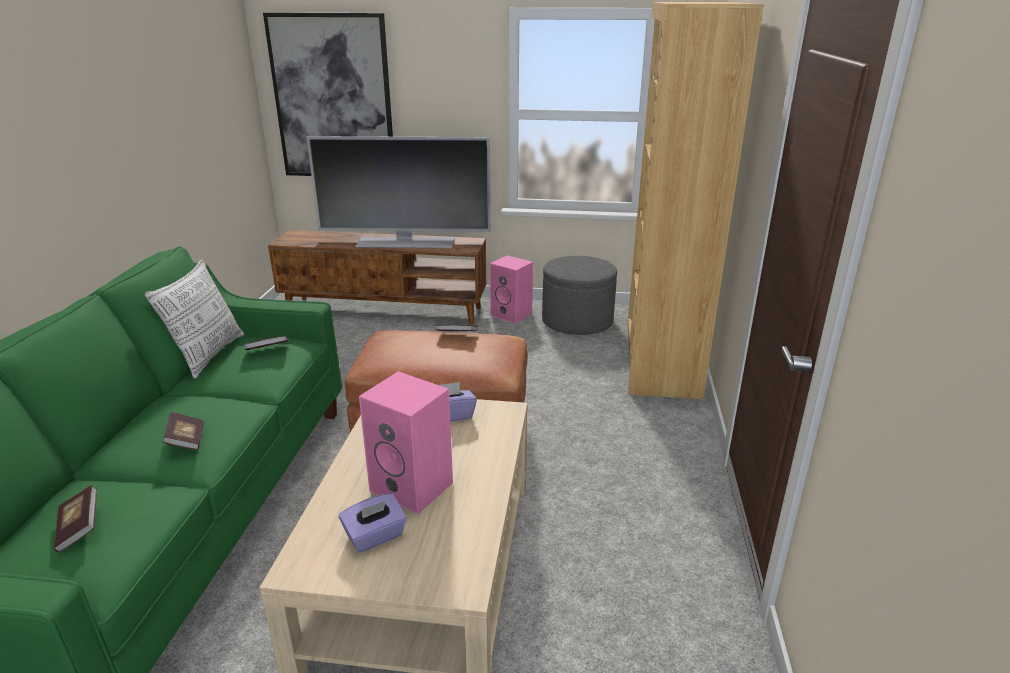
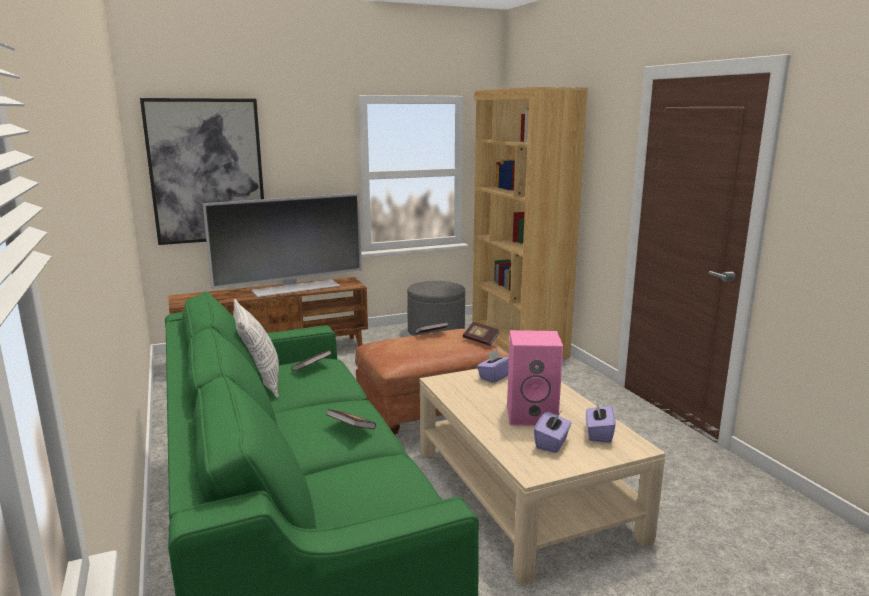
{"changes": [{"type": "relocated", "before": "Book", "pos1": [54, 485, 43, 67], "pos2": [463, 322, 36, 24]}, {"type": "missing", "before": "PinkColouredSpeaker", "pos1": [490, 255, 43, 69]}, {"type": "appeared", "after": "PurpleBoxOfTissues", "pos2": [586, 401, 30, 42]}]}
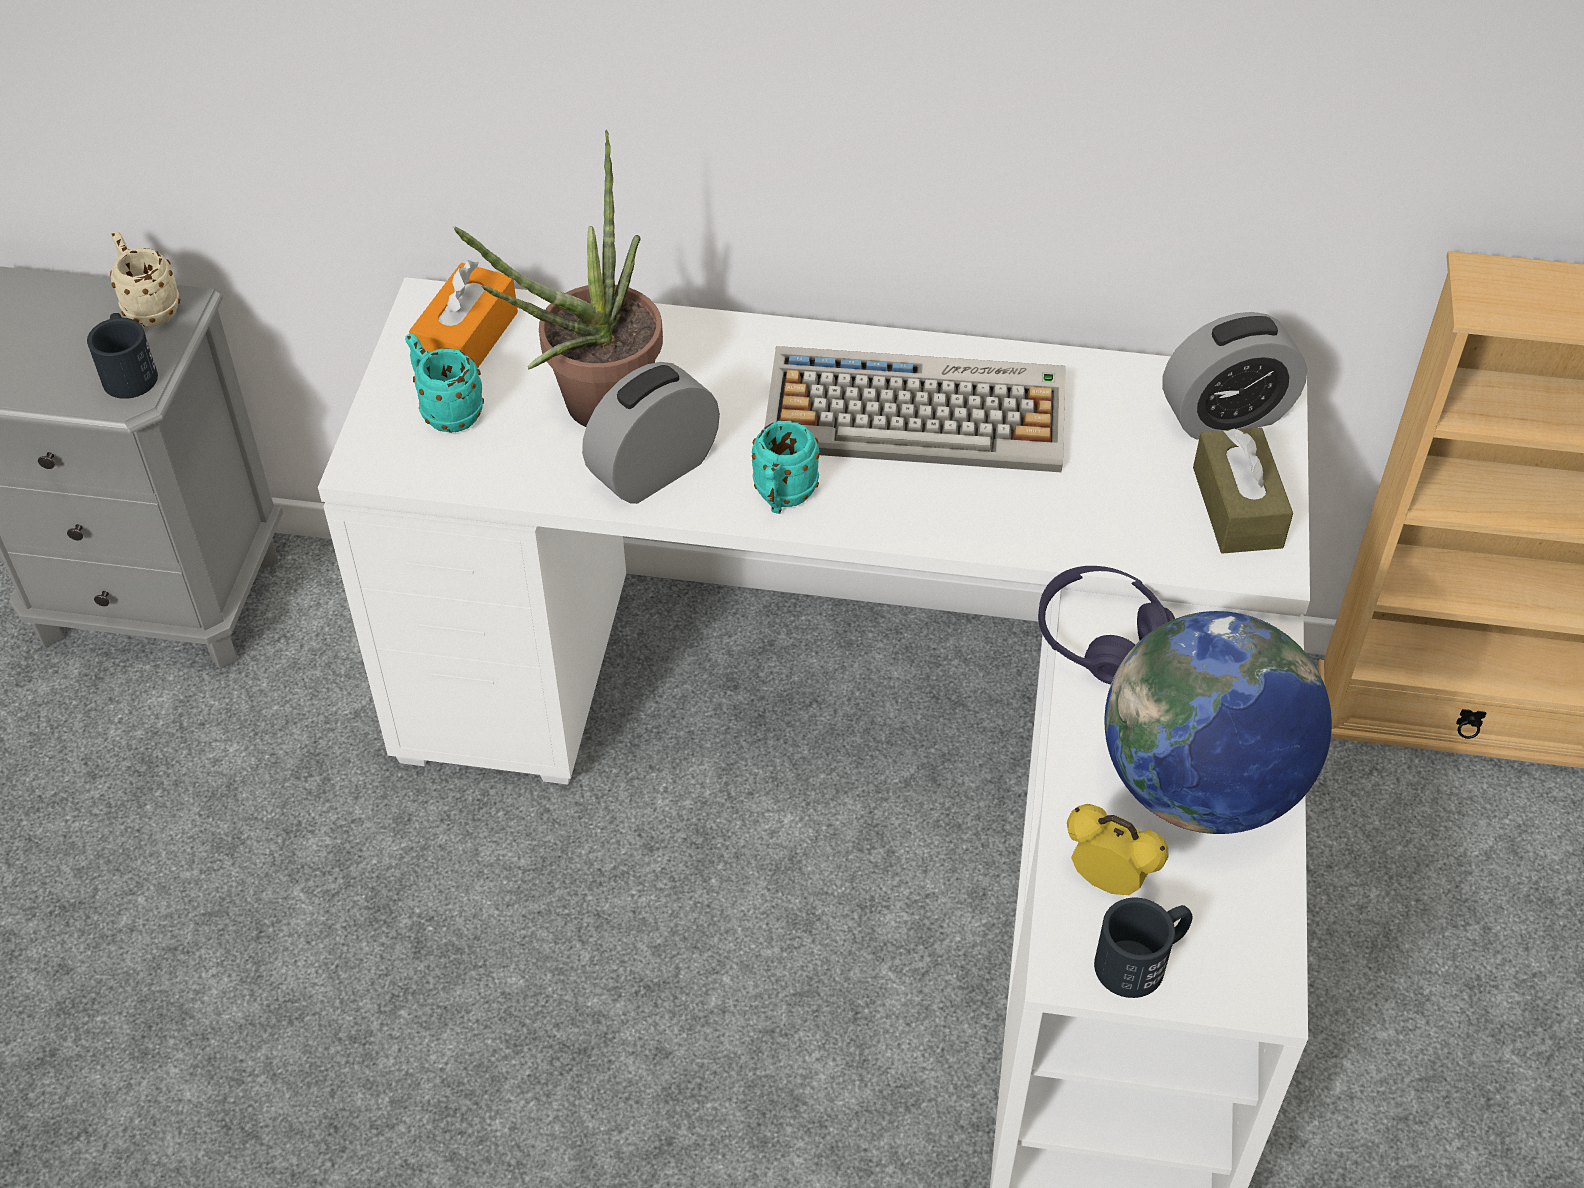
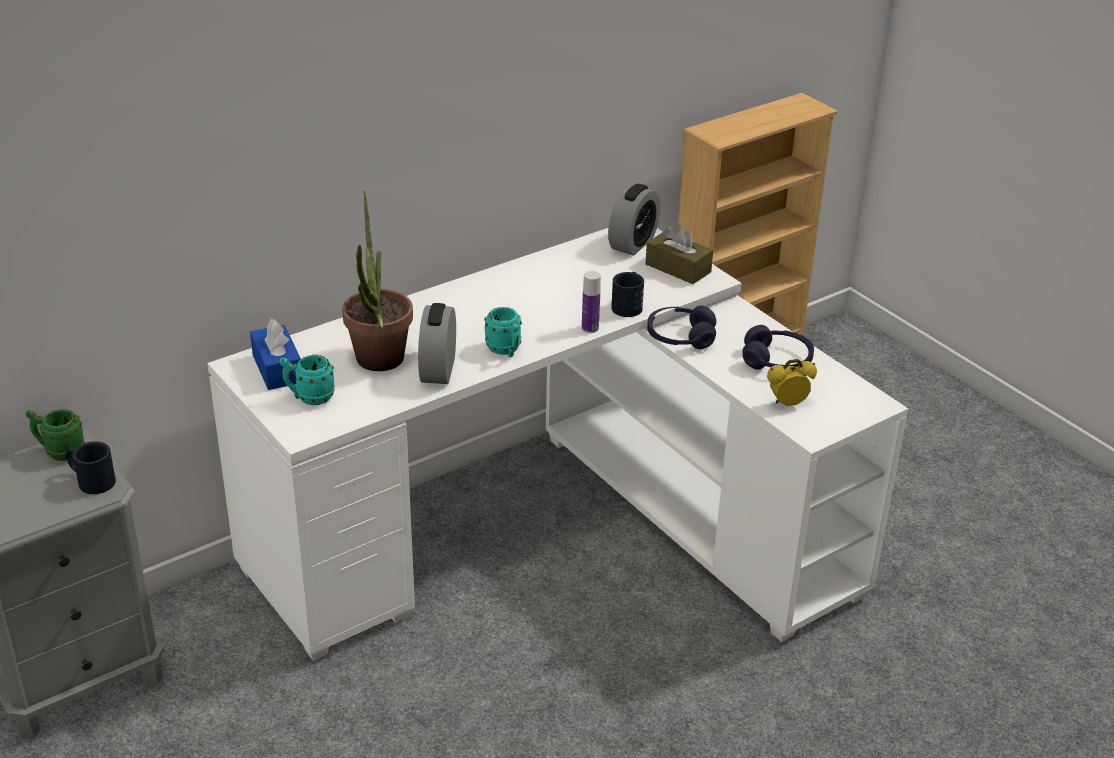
{"changes": [{"type": "colour", "before": "BeigeTeaMug", "after": "GreenColouredTeaMug", "pos1": [110, 231, 70, 96], "pos2": [26, 409, 59, 52]}, {"type": "colour", "before": "OrangeyBoxOfTissues", "after": "BluishBoxOfTissues", "pos1": [409, 260, 109, 108], "pos2": [250, 318, 51, 72]}, {"type": "missing", "before": "PcKeyboard", "pos1": [765, 346, 301, 126]}, {"type": "relocated", "before": "BlackTeaMug", "pos1": [1094, 898, 99, 100], "pos2": [611, 272, 33, 45]}, {"type": "exchanged", "before": "Globe", "after": "PurpleHeadset", "pos1": [1105, 611, 227, 223], "pos2": [742, 325, 72, 45]}, {"type": "appeared", "after": "Bottle", "pos2": [582, 271, 19, 62]}]}
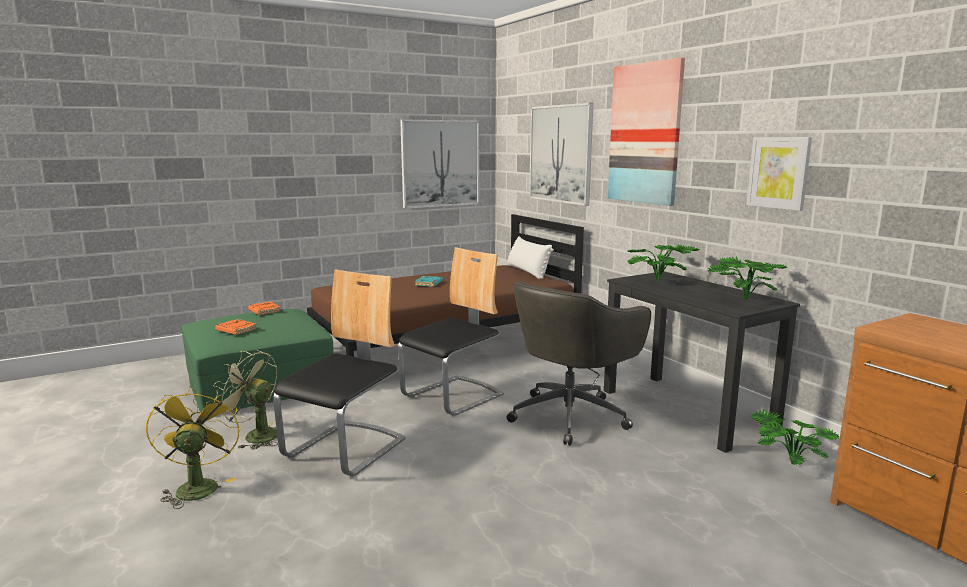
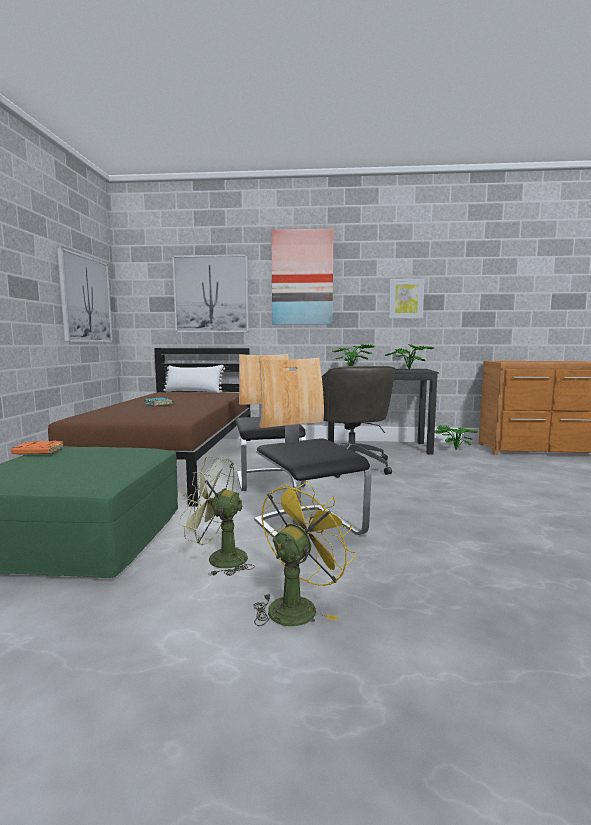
{"changes": [{"type": "spun", "before": "YellowElectricFan", "pos1": [146, 386, 94, 123], "pos2": [253, 481, 103, 145], "turn": 105}, {"type": "spun", "before": "GreenColouredElectricFan", "pos1": [213, 350, 65, 100], "pos2": [179, 457, 76, 119], "turn": 45}, {"type": "missing", "before": "OrangeyBook", "pos1": [215, 319, 42, 16]}]}
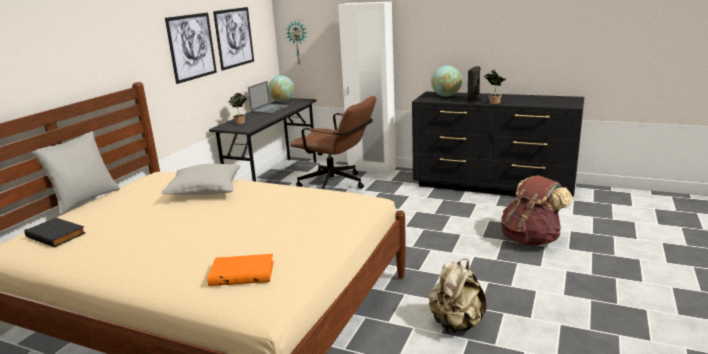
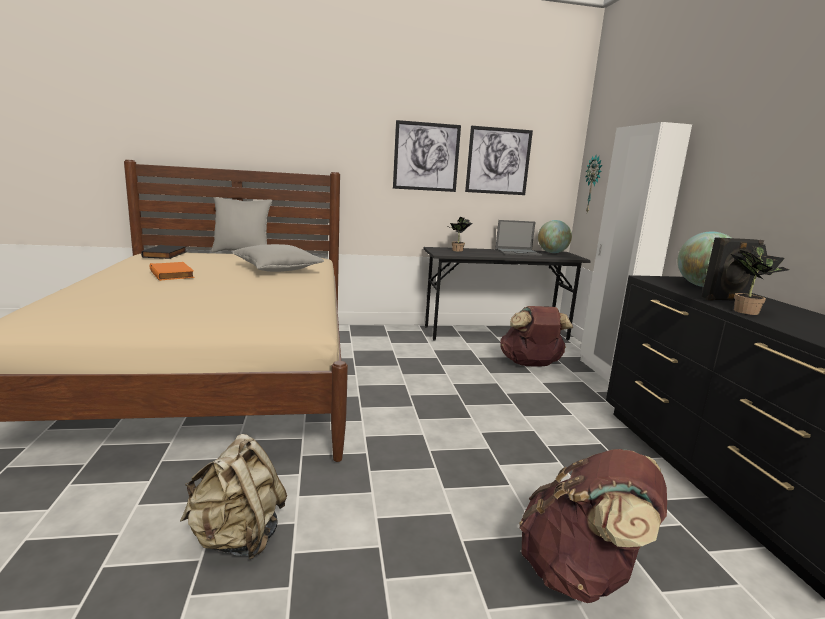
{"changes": [{"type": "relocated", "before": "OrangeyBook", "pos1": [207, 254, 67, 32], "pos2": [150, 262, 44, 19]}, {"type": "exchanged", "before": "BrownishComputerChair", "after": "BrownishBackpack", "pos1": [290, 96, 86, 93], "pos2": [500, 306, 73, 61]}]}
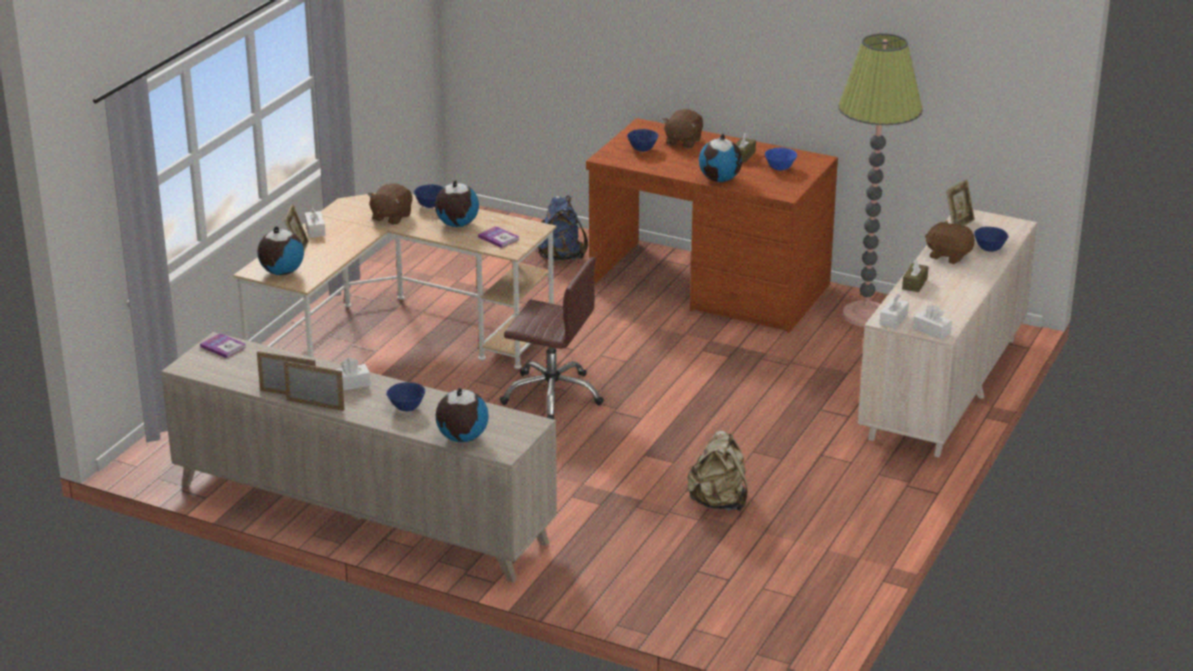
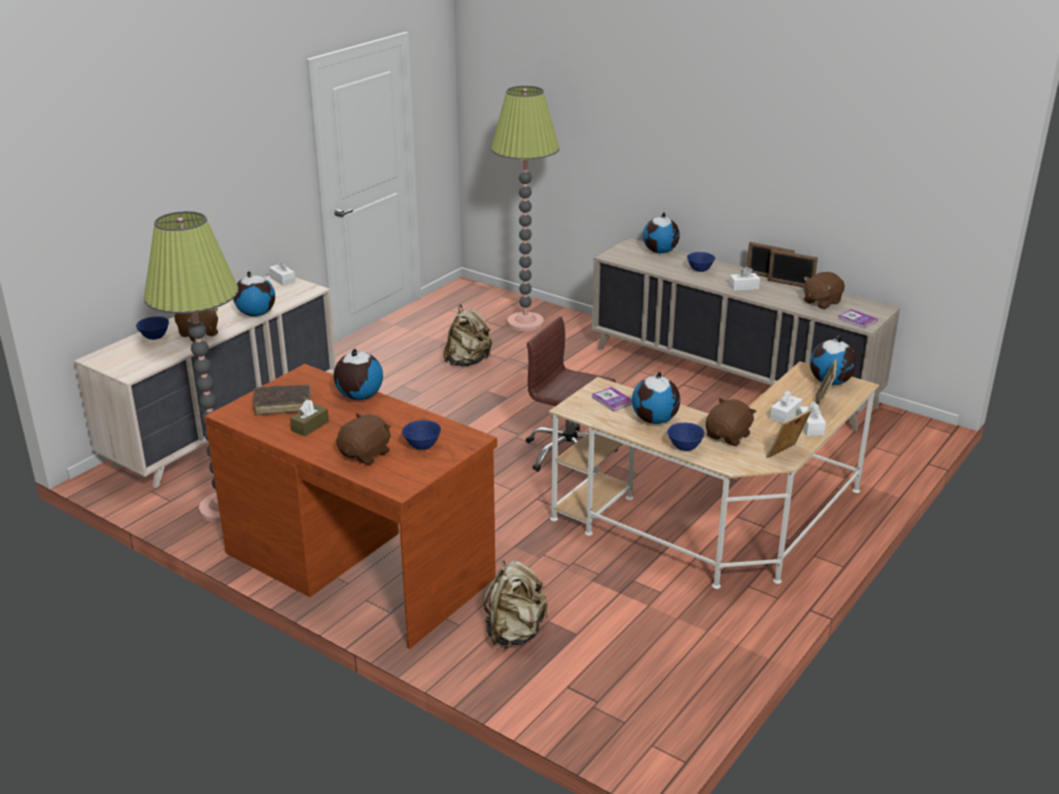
{"changes": [{"type": "colour", "before": "BluishBackpack", "after": "BeigeBackpack", "pos1": [536, 196, 52, 64], "pos2": [483, 560, 65, 88]}, {"type": "exchanged", "before": "BluishServingBowl", "after": "BrownishBook", "pos1": [765, 147, 32, 24], "pos2": [253, 385, 58, 31]}, {"type": "relocated", "before": "WhitishBoxOfTissues", "pos1": [880, 294, 29, 35], "pos2": [770, 390, 32, 33]}, {"type": "exchanged", "before": "BrownishBoxOfTissues", "after": "Globe", "pos1": [902, 259, 27, 33], "pos2": [233, 271, 42, 46]}, {"type": "relocated", "before": "PhotoFrame", "pos1": [946, 179, 29, 47], "pos2": [767, 409, 45, 49]}, {"type": "appeared", "after": "StandardLamp", "pos2": [491, 86, 68, 245]}, {"type": "appeared", "after": "BrownishSoftToy", "pos2": [804, 272, 41, 37]}]}
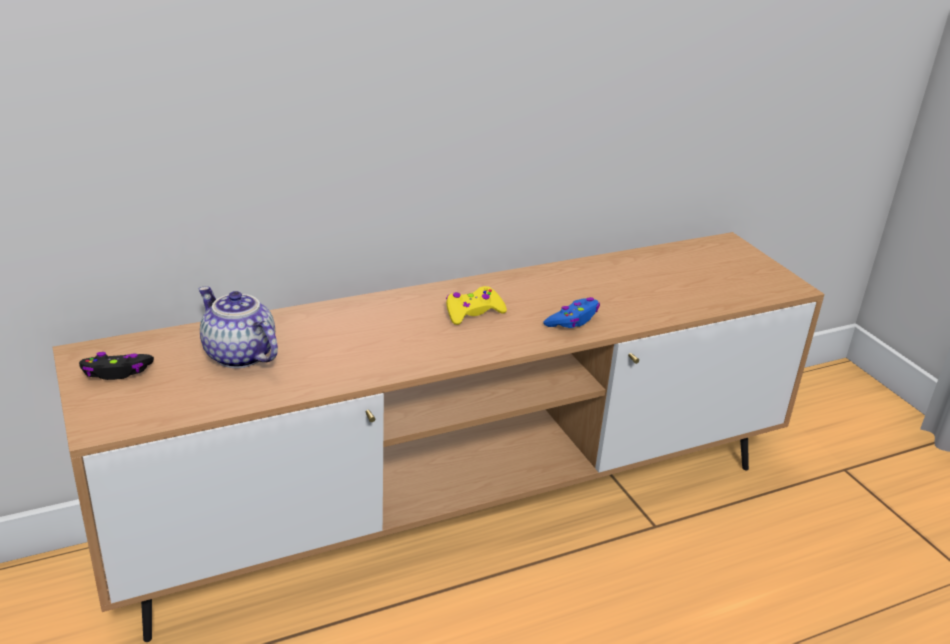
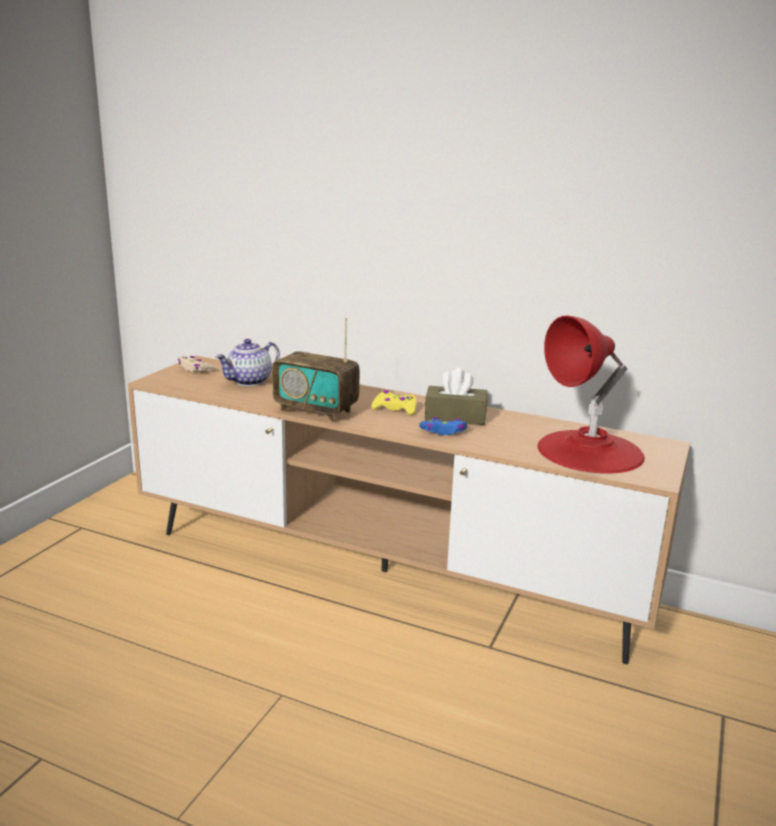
{"changes": [{"type": "colour", "before": "BlackGamepad", "after": "BeigeGamepad", "pos1": [79, 352, 75, 28], "pos2": [178, 356, 39, 16]}, {"type": "spun", "before": "Teapot", "pos1": [198, 286, 80, 82], "pos2": [215, 339, 65, 47], "turn": -135}, {"type": "appeared", "after": "RadioSet", "pos2": [272, 318, 88, 104]}, {"type": "appeared", "after": "BrownishBoxOfTissues", "pos2": [425, 368, 63, 57]}, {"type": "appeared", "after": "RedTableLamp", "pos2": [538, 316, 107, 158]}]}
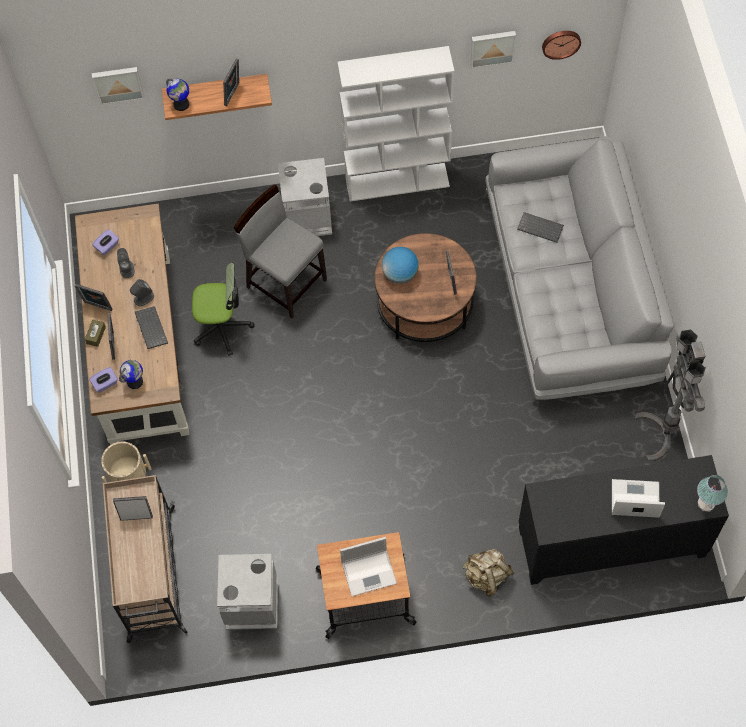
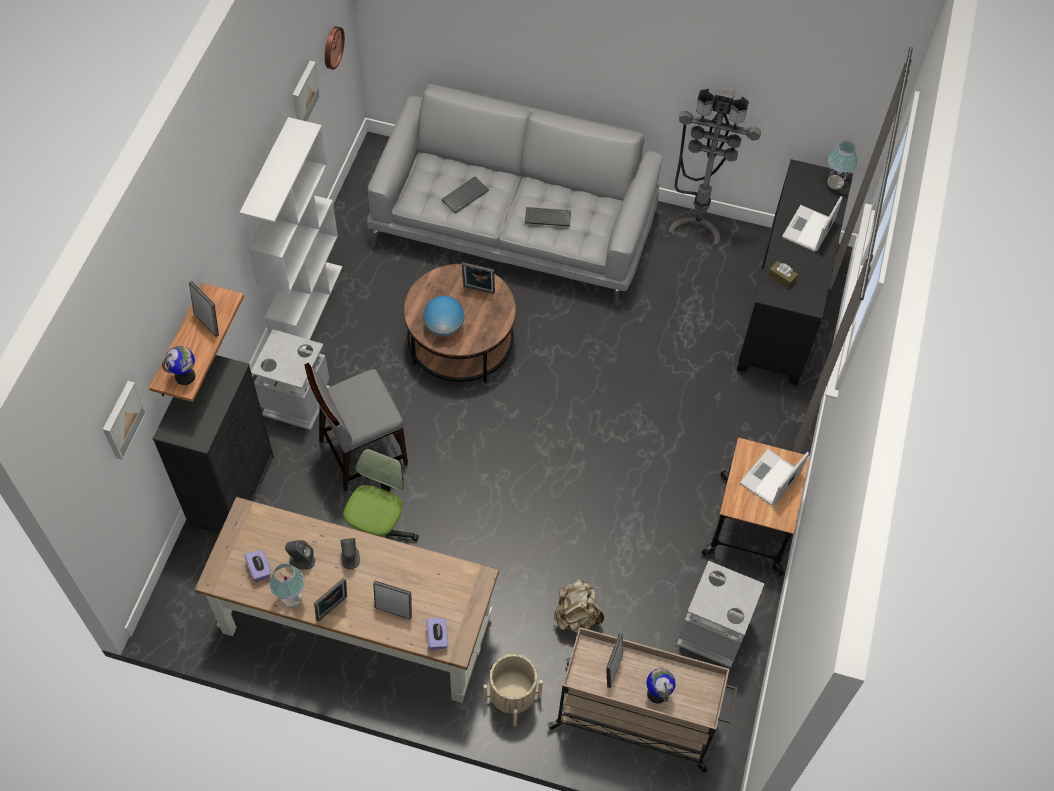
{"changes": [{"type": "relocated", "before": "BrownishBoxOfTissues", "pos1": [85, 320, 21, 27], "pos2": [768, 261, 30, 28]}, {"type": "relocated", "before": "Globe", "pos1": [119, 360, 24, 29], "pos2": [647, 668, 28, 35]}, {"type": "relocated", "before": "PcKeyboard", "pos1": [135, 306, 33, 43], "pos2": [525, 207, 46, 20]}, {"type": "spun", "before": "Laptop", "pos1": [340, 537, 57, 59], "pos2": [740, 449, 69, 57], "turn": -150}, {"type": "relocated", "before": "BeigeBackpack", "pos1": [463, 549, 51, 48], "pos2": [554, 579, 50, 54]}, {"type": "appeared", "after": "BlackChestOfDrawers", "pos2": [152, 355, 122, 179]}, {"type": "appeared", "after": "TableLamp", "pos2": [269, 563, 36, 45]}]}
